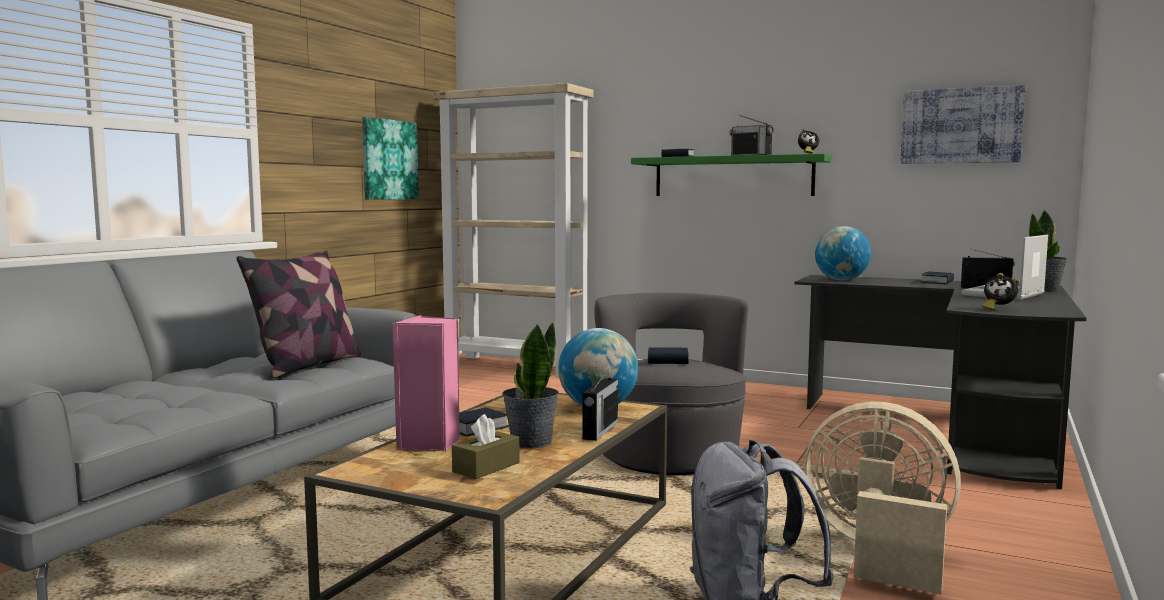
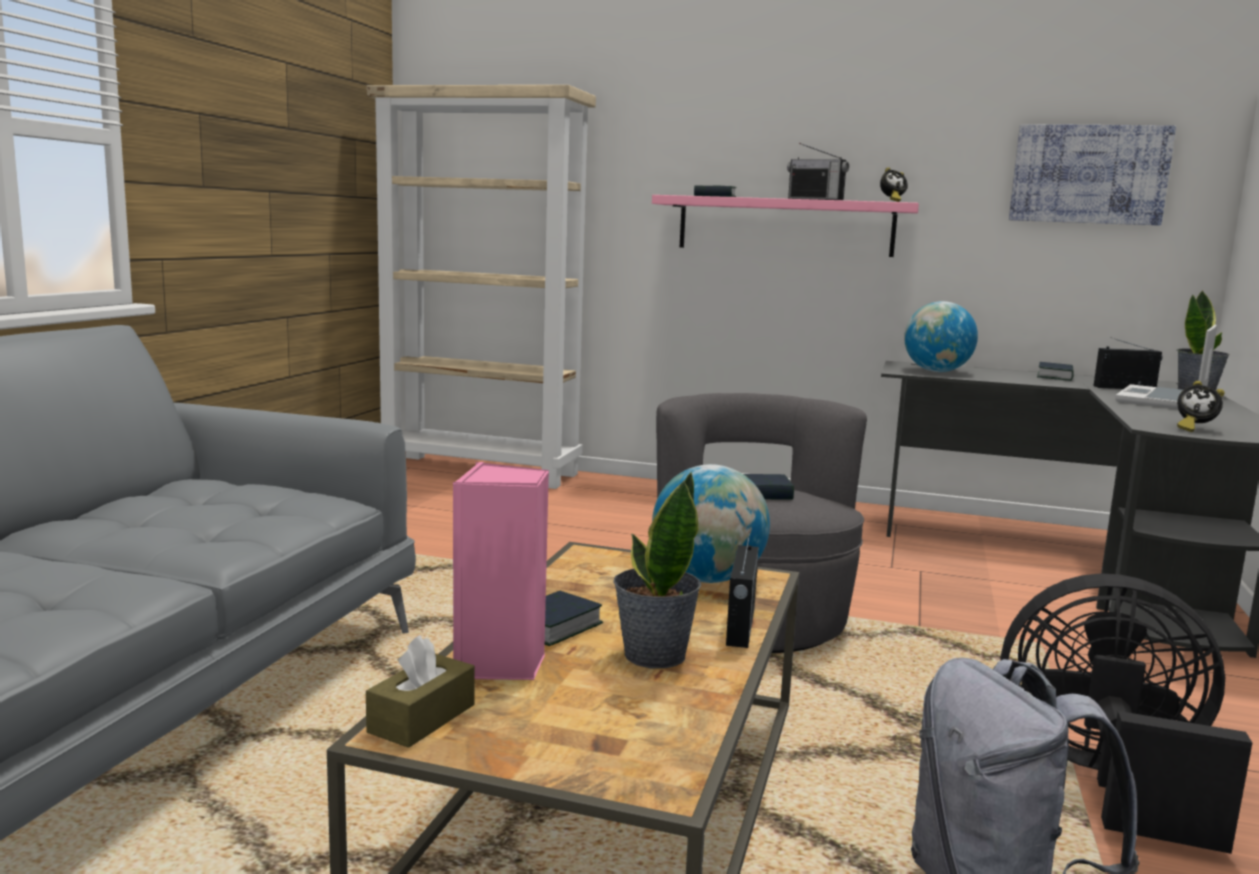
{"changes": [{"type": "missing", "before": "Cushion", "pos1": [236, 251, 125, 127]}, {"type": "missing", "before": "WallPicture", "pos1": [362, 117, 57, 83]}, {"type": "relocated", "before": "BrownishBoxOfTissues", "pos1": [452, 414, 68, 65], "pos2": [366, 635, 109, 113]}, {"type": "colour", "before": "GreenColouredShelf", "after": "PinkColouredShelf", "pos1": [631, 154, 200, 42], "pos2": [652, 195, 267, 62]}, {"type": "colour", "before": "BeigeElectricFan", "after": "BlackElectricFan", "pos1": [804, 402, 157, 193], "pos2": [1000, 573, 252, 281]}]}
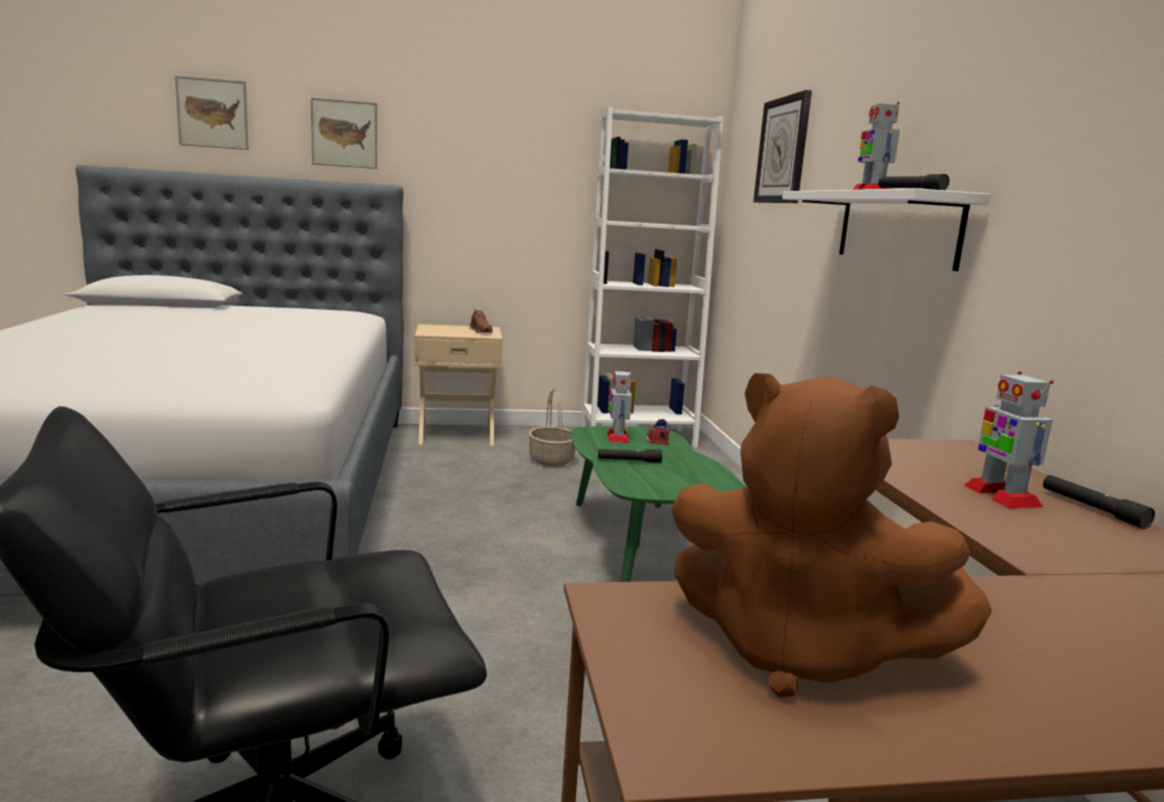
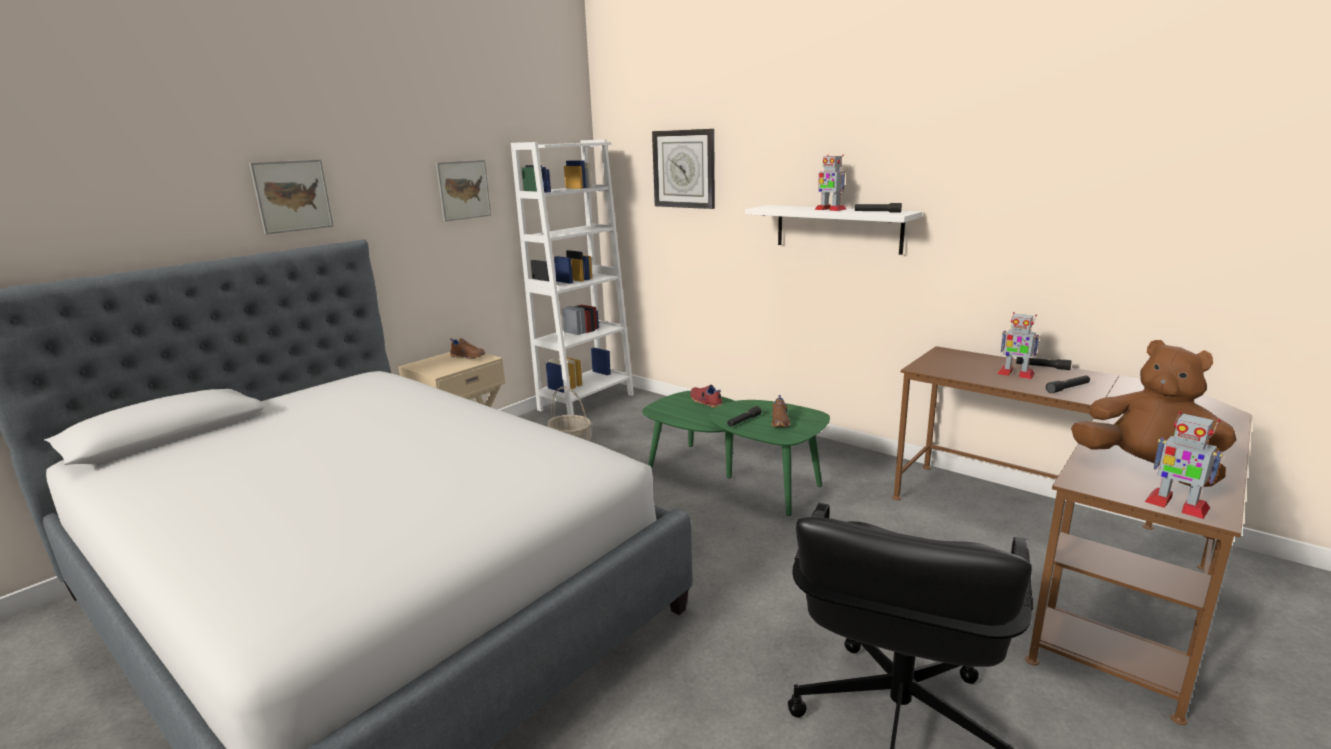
{"changes": [{"type": "relocated", "before": "WallPicture", "pos1": [175, 76, 74, 74], "pos2": [436, 160, 55, 61]}, {"type": "relocated", "before": "RobotFigure", "pos1": [607, 370, 25, 73], "pos2": [1145, 411, 78, 108]}, {"type": "spun", "before": "BrownishSoftToy", "pos1": [671, 373, 321, 325], "pos2": [1071, 340, 166, 147], "turn": -120}, {"type": "appeared", "after": "BrownishShoe", "pos2": [772, 395, 18, 32]}, {"type": "appeared", "after": "BlackHandTorch", "pos2": [1046, 375, 44, 18]}]}
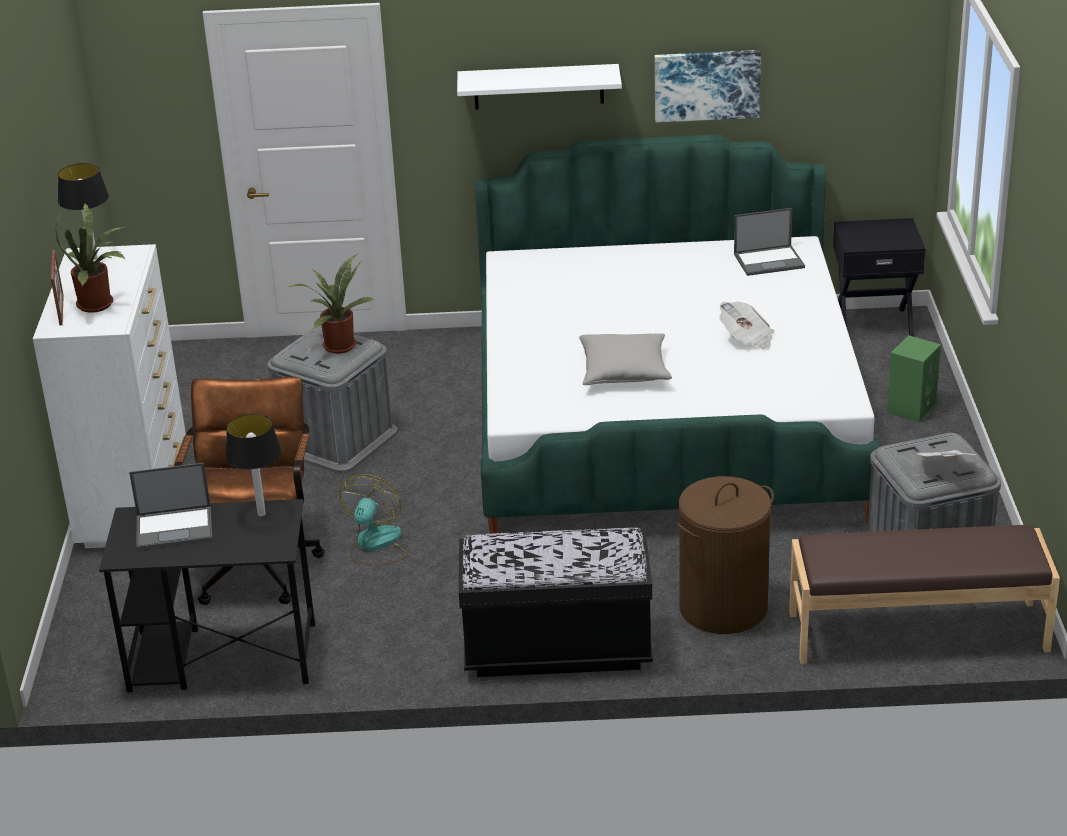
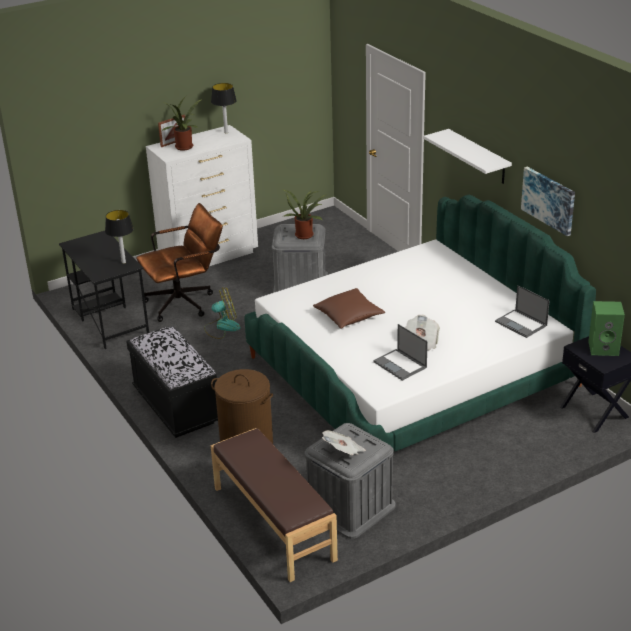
{"changes": [{"type": "relocated", "before": "Laptop", "pos1": [129, 463, 83, 87], "pos2": [373, 324, 55, 57]}, {"type": "colour", "before": "GreyishCushion", "after": "BrownishCushion", "pos1": [579, 333, 93, 52], "pos2": [313, 288, 72, 41]}, {"type": "relocated", "before": "GreenColouredSpeaker", "pos1": [887, 335, 54, 87], "pos2": [588, 301, 37, 55]}]}
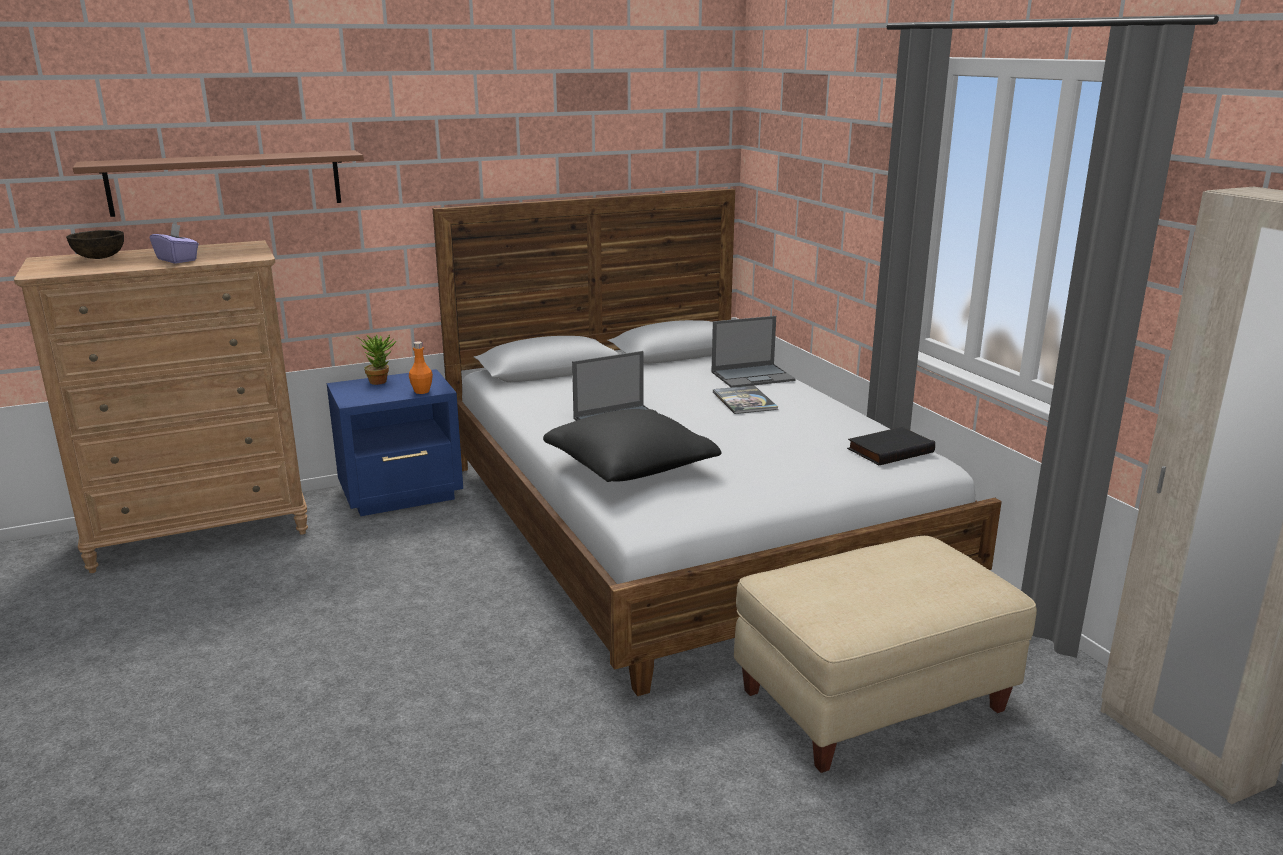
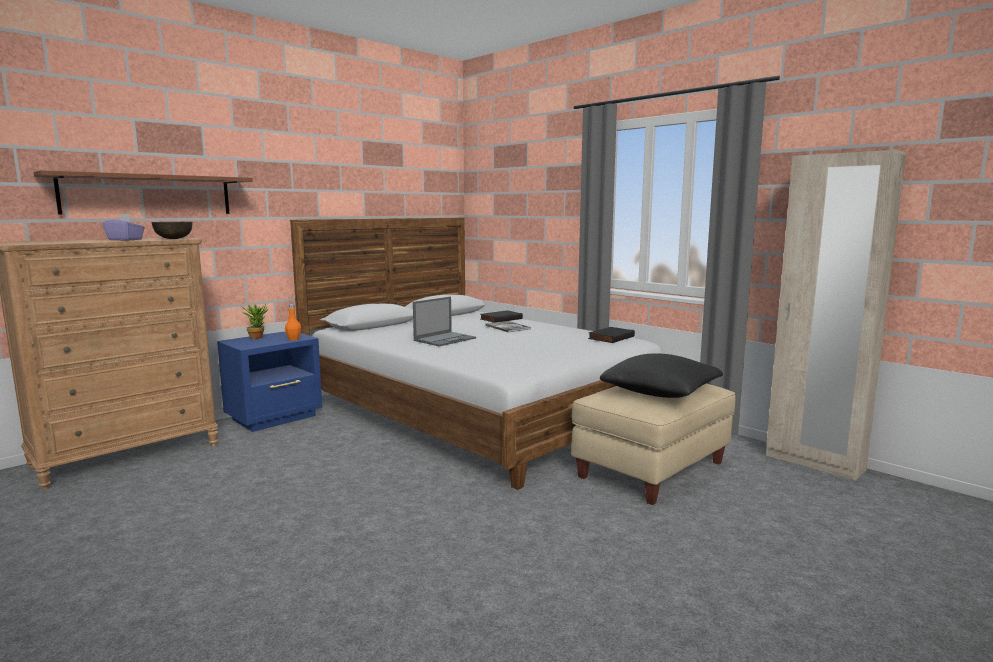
{"changes": [{"type": "relocated", "before": "BrownishServingBowl", "pos1": [66, 230, 58, 29], "pos2": [151, 222, 41, 17]}, {"type": "relocated", "before": "BlackCushion", "pos1": [543, 409, 179, 73], "pos2": [600, 353, 123, 45]}, {"type": "exchanged", "before": "Laptop", "after": "BlackBook", "pos1": [711, 316, 85, 71], "pos2": [480, 310, 43, 13]}]}
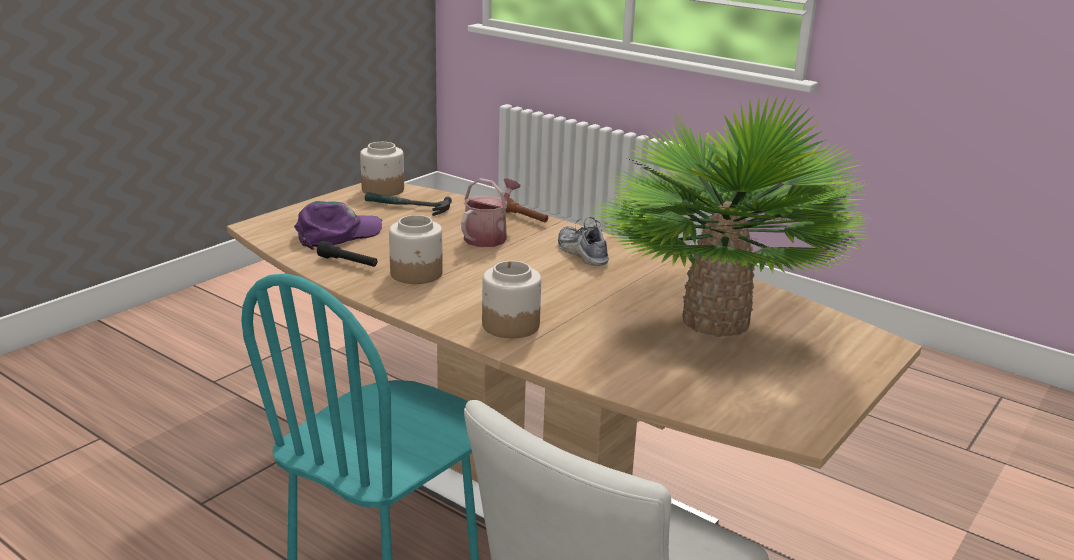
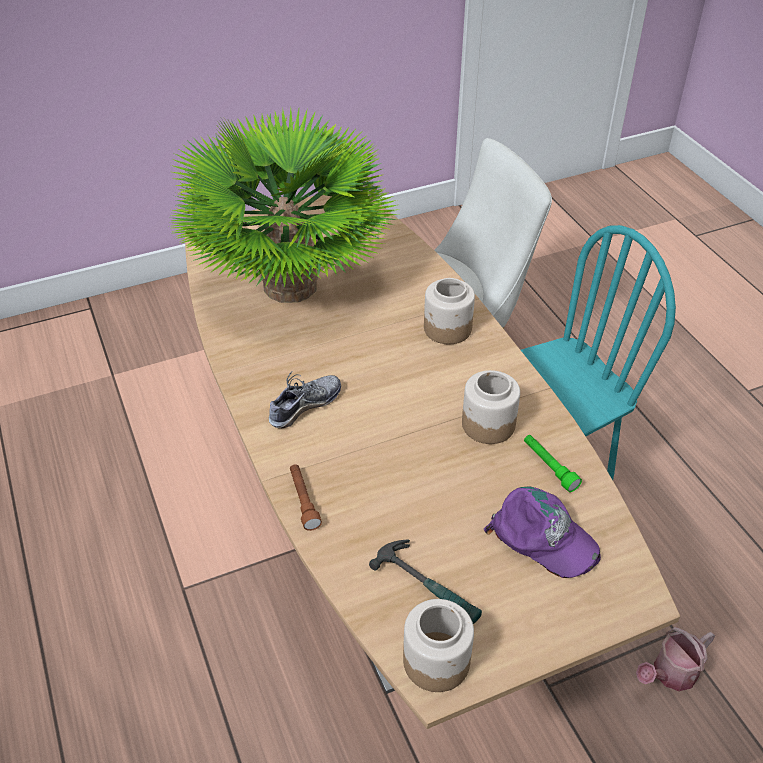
{"changes": [{"type": "spun", "before": "PurpleBaseballCap", "pos1": [294, 201, 88, 49], "pos2": [484, 486, 117, 92], "turn": -135}, {"type": "colour", "before": "BlackHandTorch", "after": "GreenColouredHandTorch", "pos1": [317, 241, 60, 26], "pos2": [524, 435, 58, 57]}, {"type": "relocated", "before": "WateringPot", "pos1": [461, 178, 59, 69], "pos2": [636, 627, 79, 64]}, {"type": "spun", "before": "Shoe", "pos1": [558, 217, 51, 49], "pos2": [269, 371, 72, 57], "turn": -135}]}
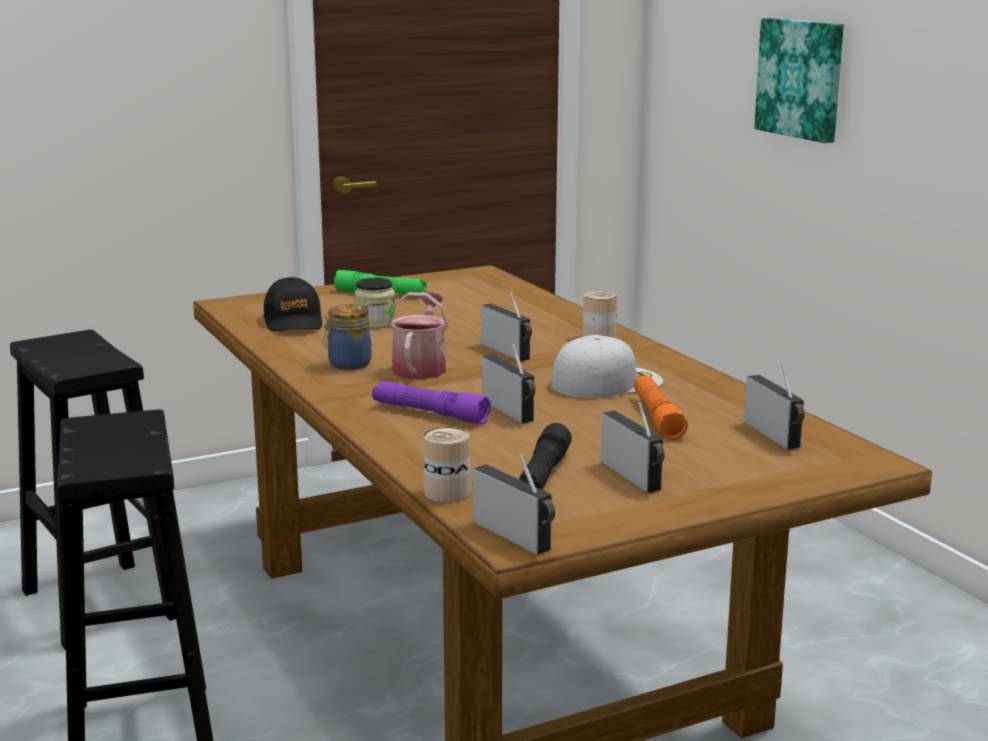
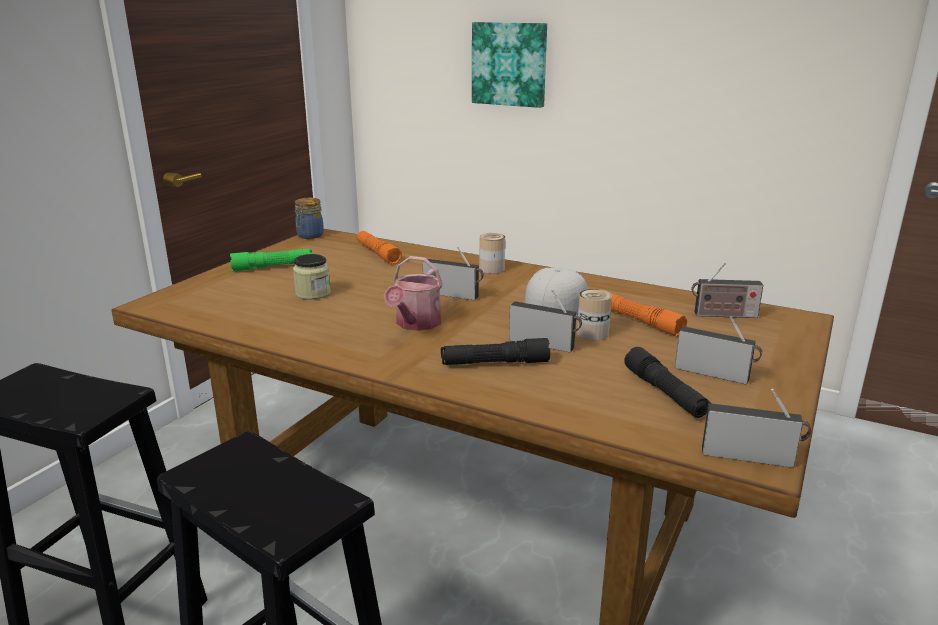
{"changes": [{"type": "missing", "before": "BlackBaseballCap", "pos1": [264, 277, 58, 55]}, {"type": "relocated", "before": "StorageJar", "pos1": [323, 304, 48, 66], "pos2": [295, 198, 29, 41]}, {"type": "colour", "before": "PurpleHandTorch", "after": "BlackHandTorch", "pos1": [372, 381, 119, 43], "pos2": [441, 338, 109, 27]}, {"type": "spun", "before": "WateringPot", "pos1": [388, 292, 61, 87], "pos2": [384, 256, 59, 75], "turn": -135}, {"type": "relocated", "before": "Can", "pos1": [423, 427, 47, 75], "pos2": [577, 289, 35, 52]}, {"type": "spun", "before": "RadioSet", "pos1": [744, 365, 61, 85], "pos2": [692, 263, 71, 55], "turn": 150}, {"type": "appeared", "after": "OrangeyHandTorch", "pos2": [356, 231, 46, 34]}]}
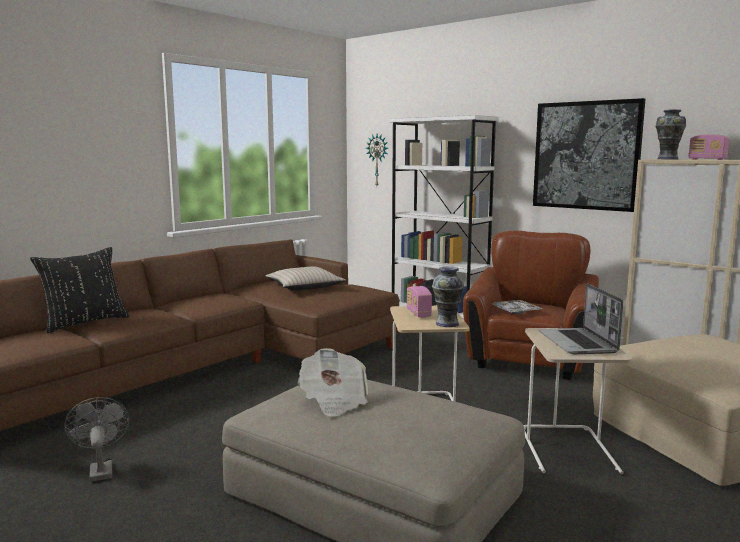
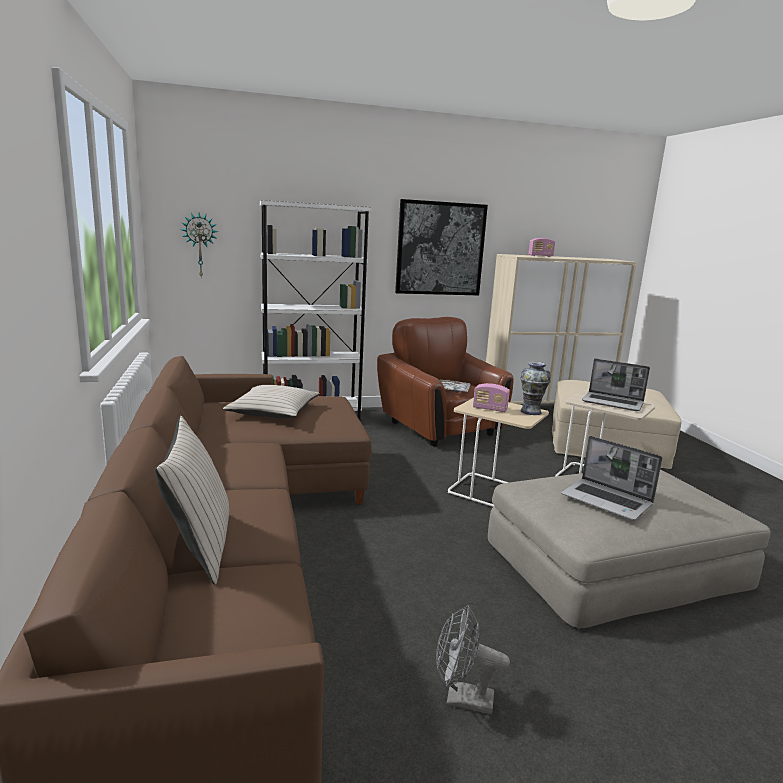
{"changes": [{"type": "colour", "before": "BlackCushion", "after": "BeigeCushion", "pos1": [30, 247, 99, 86], "pos2": [155, 416, 74, 169]}, {"type": "exchanged", "before": "PrintedPaper", "after": "Laptop", "pos1": [297, 348, 71, 69], "pos2": [561, 436, 101, 84]}, {"type": "missing", "before": "Vase", "pos1": [655, 109, 31, 50]}]}
